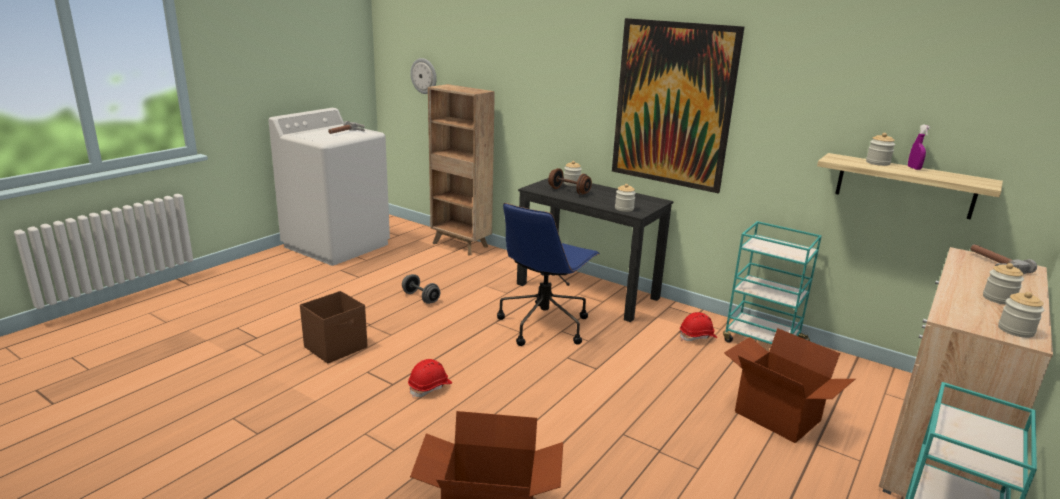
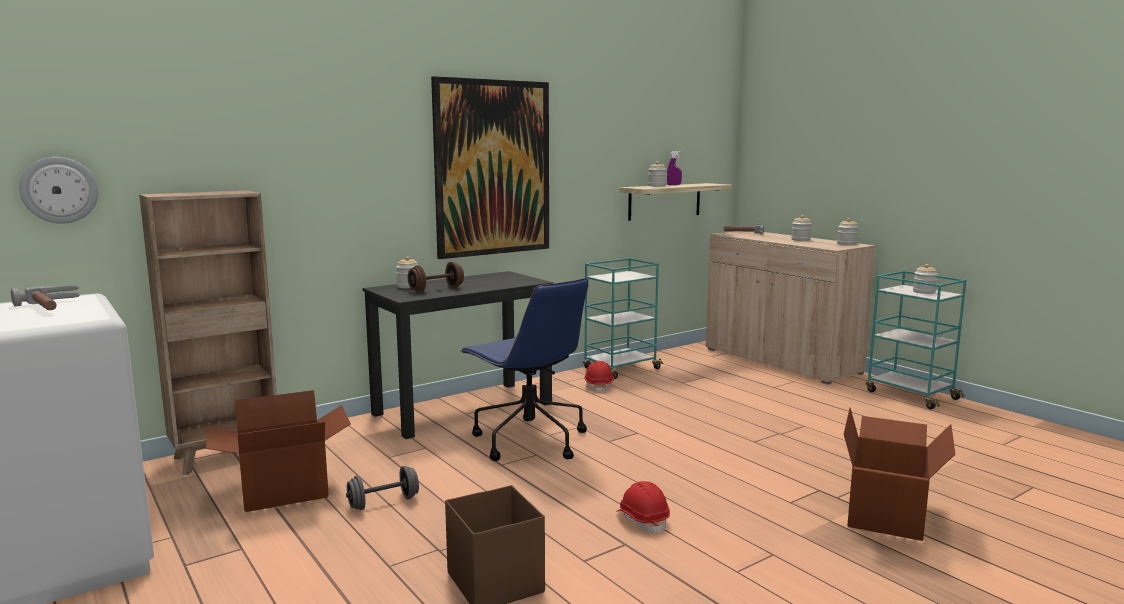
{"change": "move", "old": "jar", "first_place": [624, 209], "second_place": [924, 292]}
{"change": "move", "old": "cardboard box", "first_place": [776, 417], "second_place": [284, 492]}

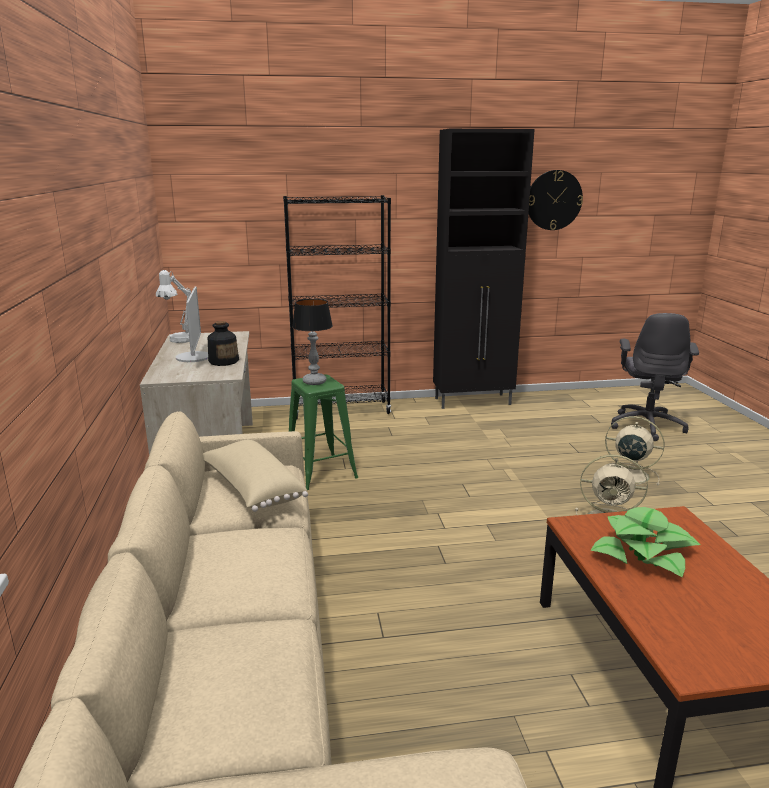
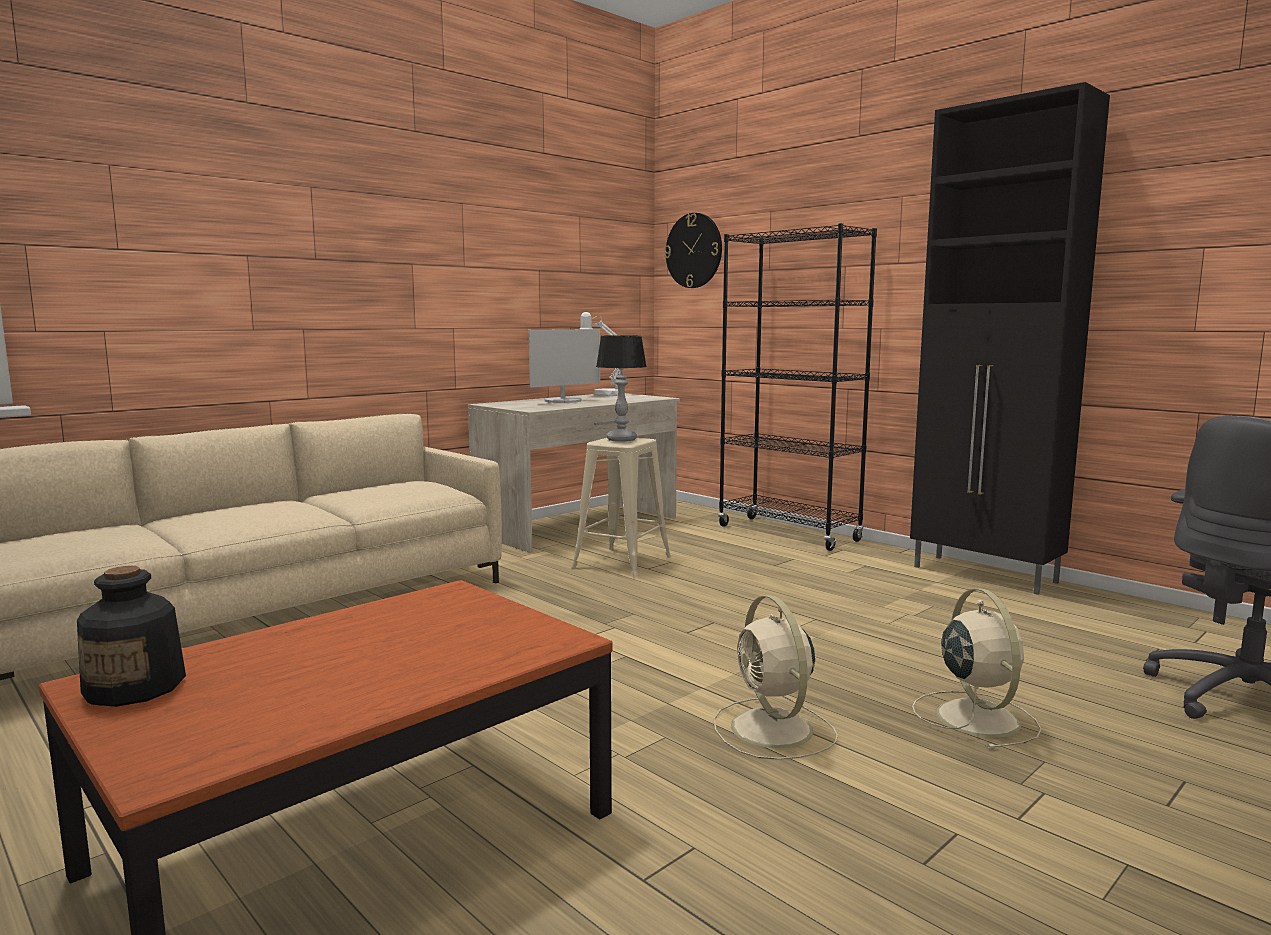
{"change": "move", "old": "wall clock", "first_place": [554, 200], "second_place": [694, 250]}
{"change": "move", "old": "bottle", "first_place": [224, 361], "second_place": [136, 687]}
{"change": "recolor", "old": "green stool", "new": "beige stool", "first_place": [320, 471], "second_place": [622, 562]}
{"change": "delete", "old": "beige pillow", "first_place": [251, 489]}
{"change": "delete", "old": "potted plant", "first_place": [644, 554]}

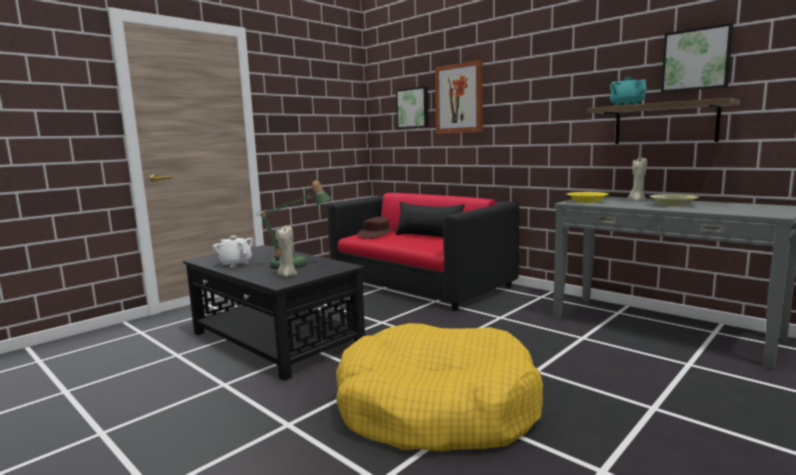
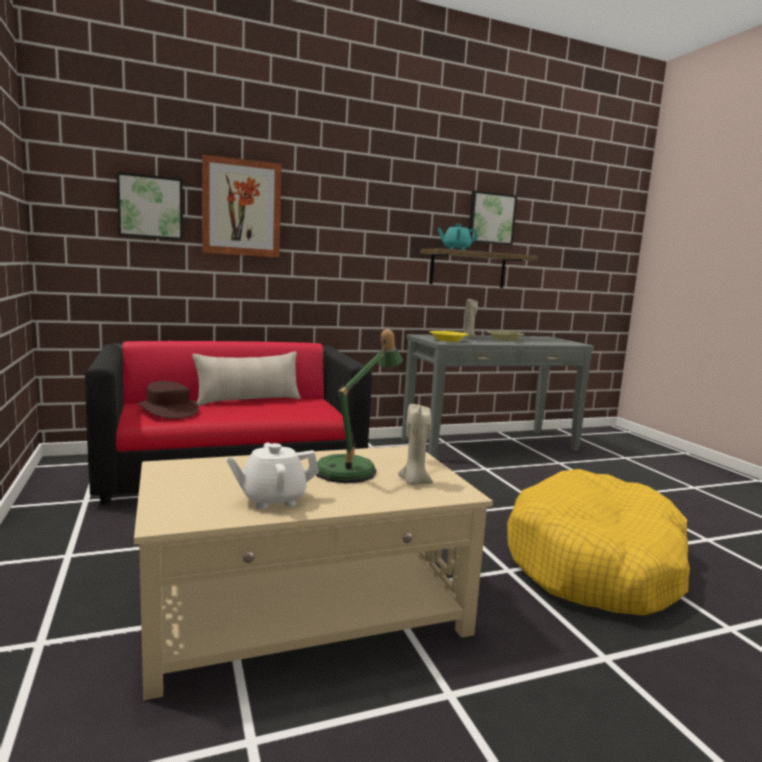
{"change": "recolor", "old": "black pillow", "new": "beige pillow", "first_place": [428, 236], "second_place": [248, 400]}
{"change": "recolor", "old": "black coffee table", "new": "beige coffee table", "first_place": [276, 339], "second_place": [307, 611]}

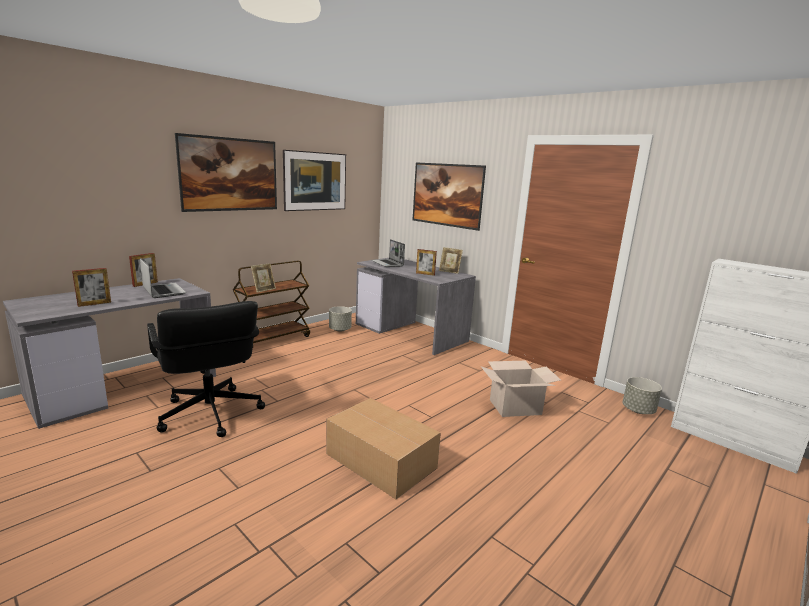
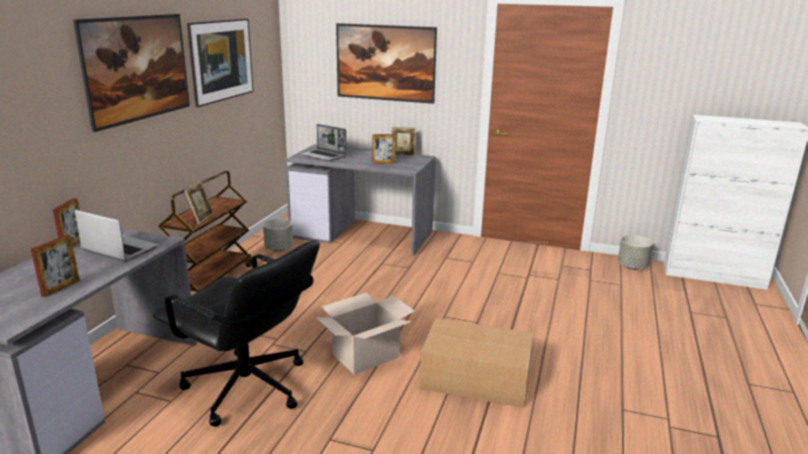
{"change": "move", "old": "cardboard box", "first_place": [515, 407], "second_place": [366, 356]}

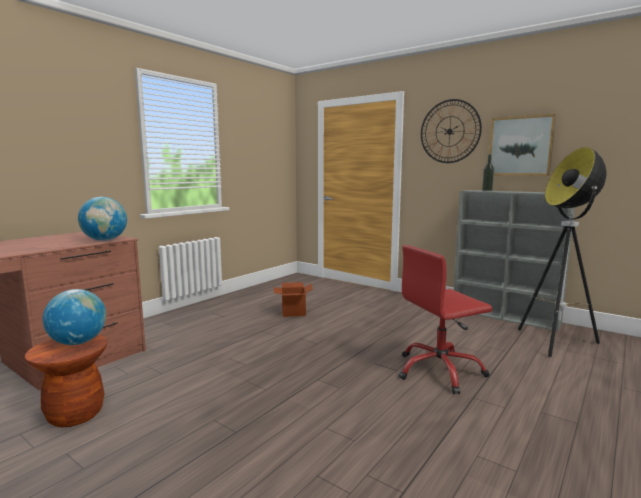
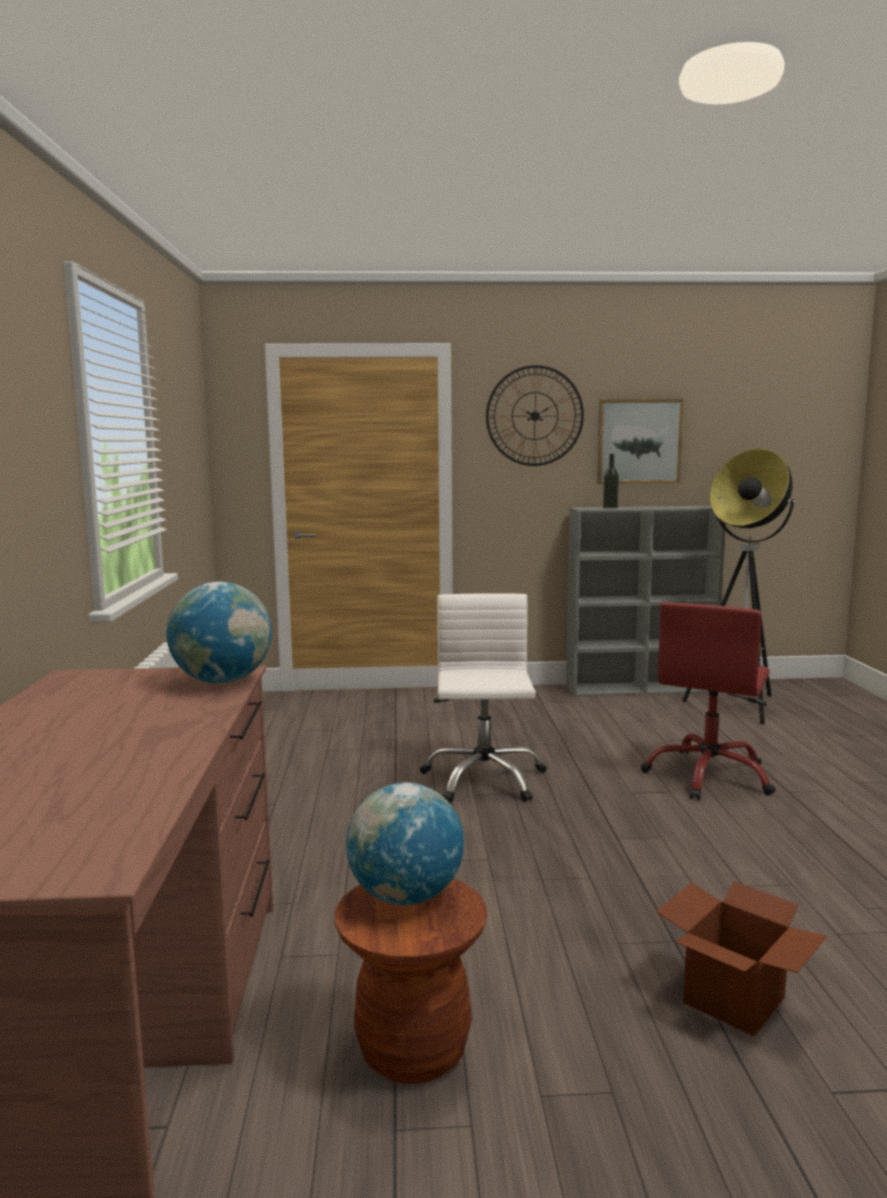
{"change": "move", "old": "cardboard box", "first_place": [293, 312], "second_place": [733, 1000]}
{"change": "insert", "new": "white office chair", "second_place": [483, 779]}

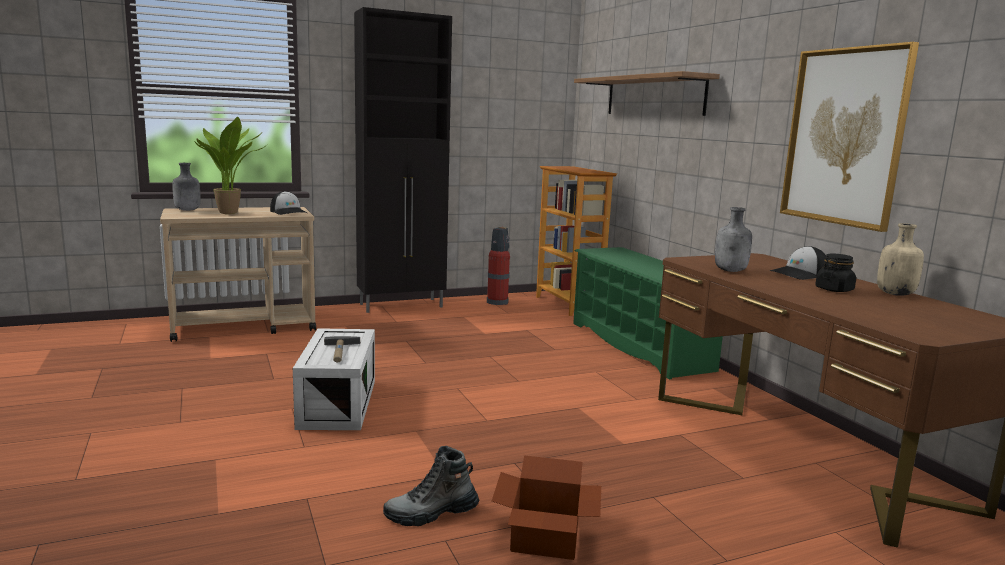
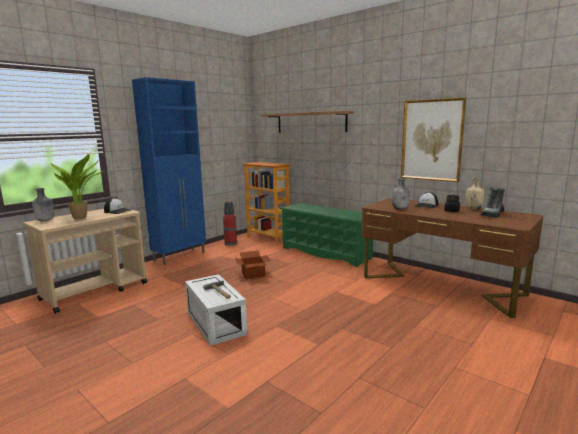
{"change": "recolor", "old": "black cabinet", "new": "blue cabinet", "first_place": [402, 305], "second_place": [180, 256]}
{"change": "move", "old": "boot", "first_place": [431, 513], "second_place": [492, 214]}
{"change": "move", "old": "cardboard box", "first_place": [543, 538], "second_place": [253, 274]}

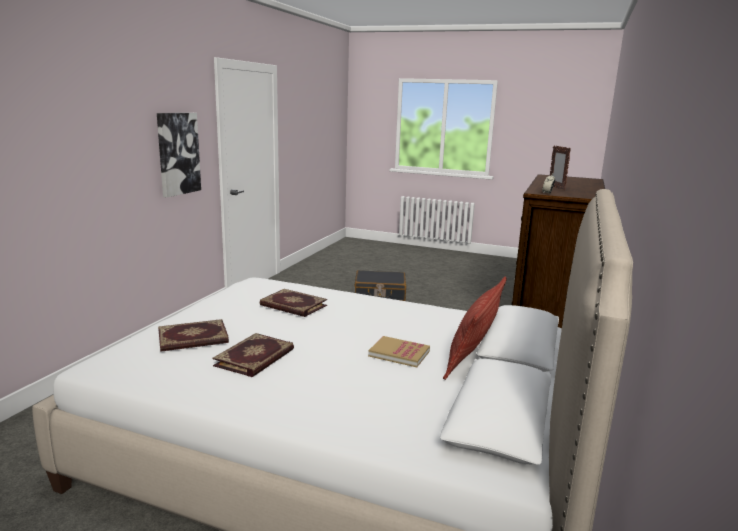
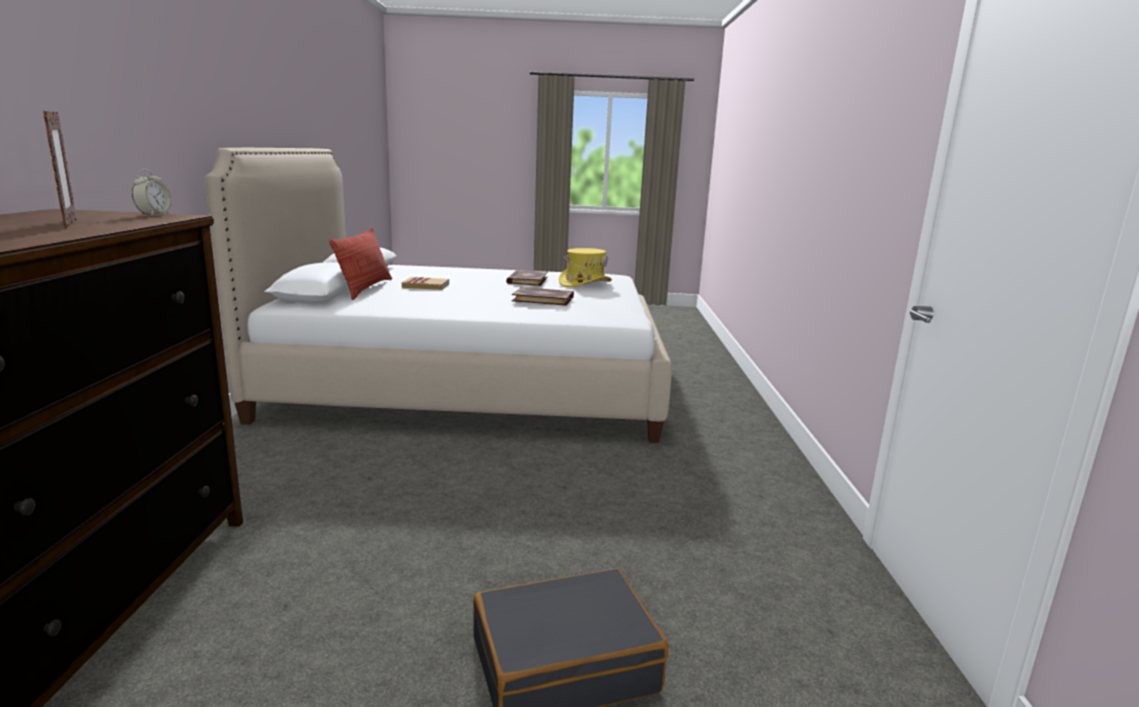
{"change": "delete", "old": "picture", "first_place": [178, 153]}
{"change": "replace", "old": "book", "new": "yellow hat", "first_place": [193, 339], "second_place": [585, 283]}

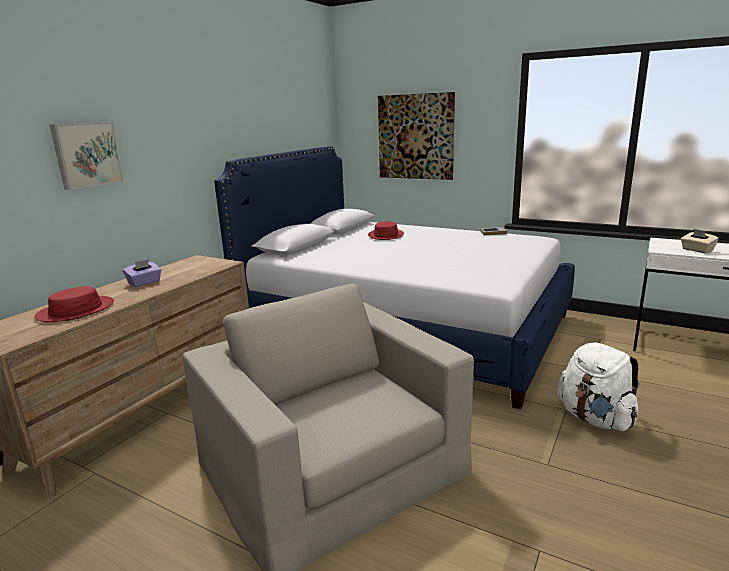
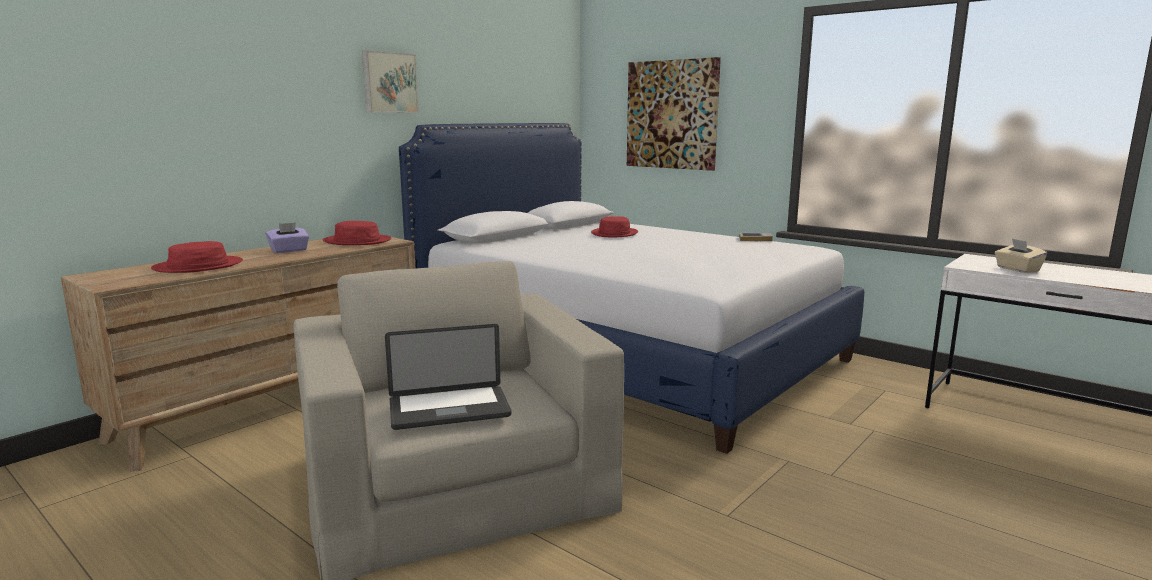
{"change": "move", "old": "picture", "first_place": [86, 154], "second_place": [389, 82]}
{"change": "delete", "old": "white backpack", "first_place": [595, 418]}
{"change": "insert", "new": "red hat", "second_place": [357, 241]}
{"change": "insert", "new": "laptop", "second_place": [449, 409]}

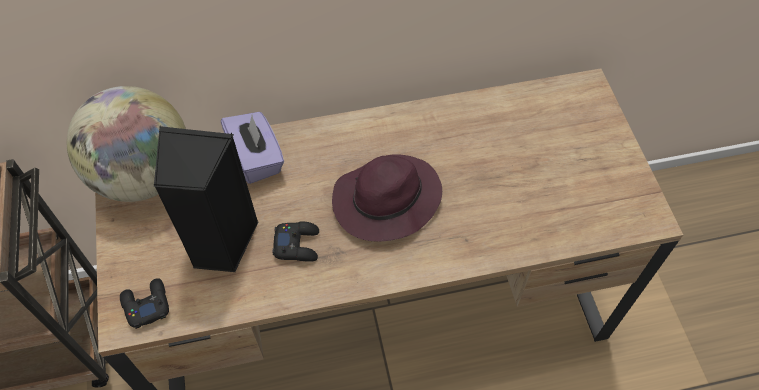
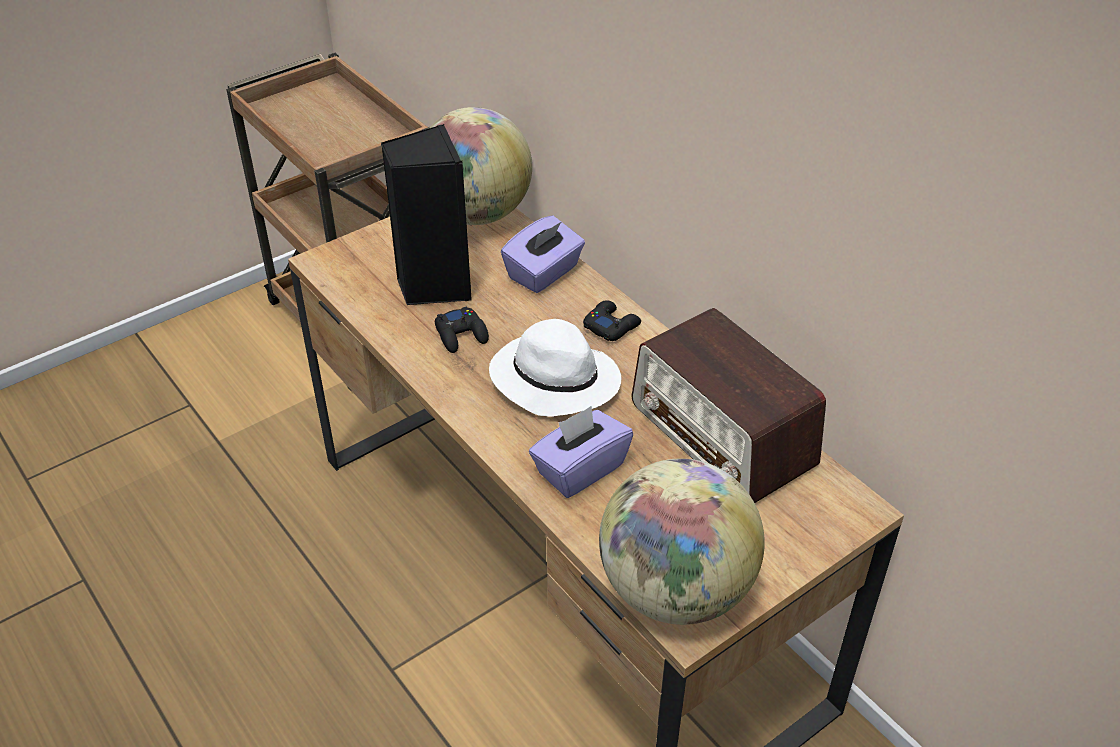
{"change": "recolor", "old": "purple hat", "new": "white hat", "first_place": [385, 202], "second_place": [553, 380]}
{"change": "move", "old": "black game controller", "first_place": [146, 305], "second_place": [611, 326]}
{"change": "insert", "new": "radio", "second_place": [722, 435]}
{"change": "insert", "new": "purple tissue box", "second_place": [579, 469]}
{"change": "insert", "new": "globe", "second_place": [674, 590]}

